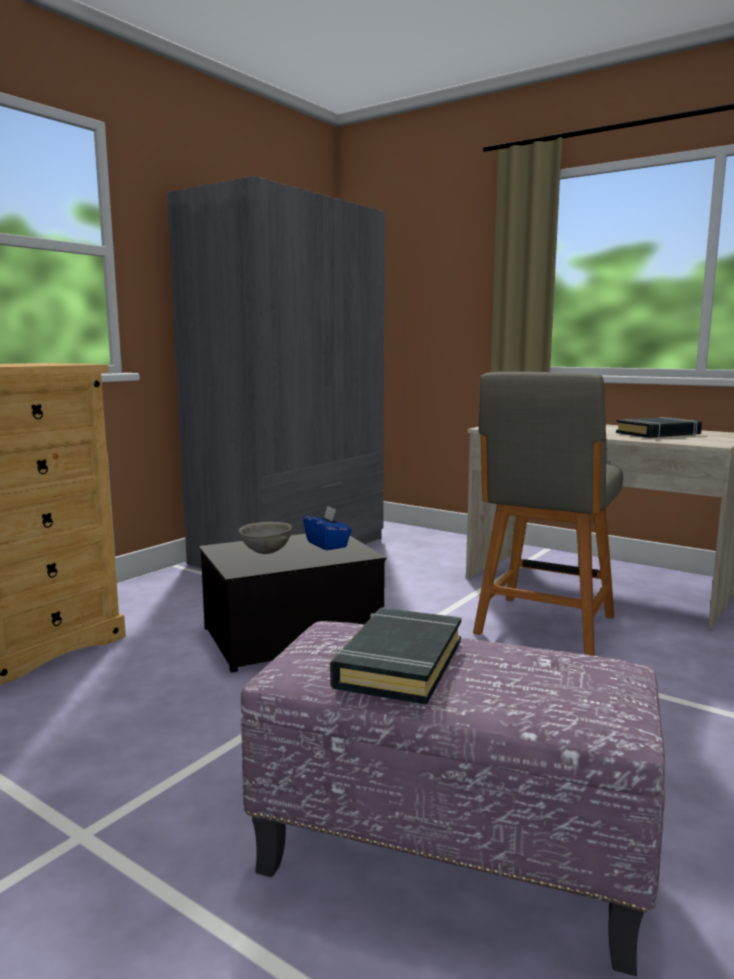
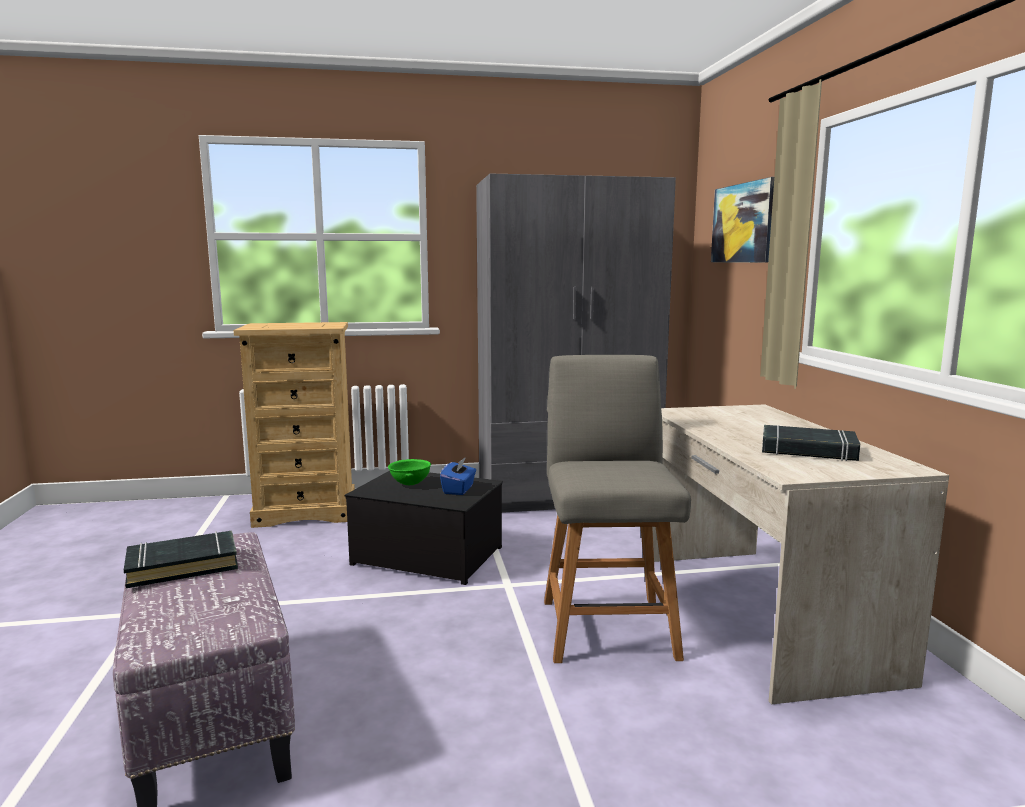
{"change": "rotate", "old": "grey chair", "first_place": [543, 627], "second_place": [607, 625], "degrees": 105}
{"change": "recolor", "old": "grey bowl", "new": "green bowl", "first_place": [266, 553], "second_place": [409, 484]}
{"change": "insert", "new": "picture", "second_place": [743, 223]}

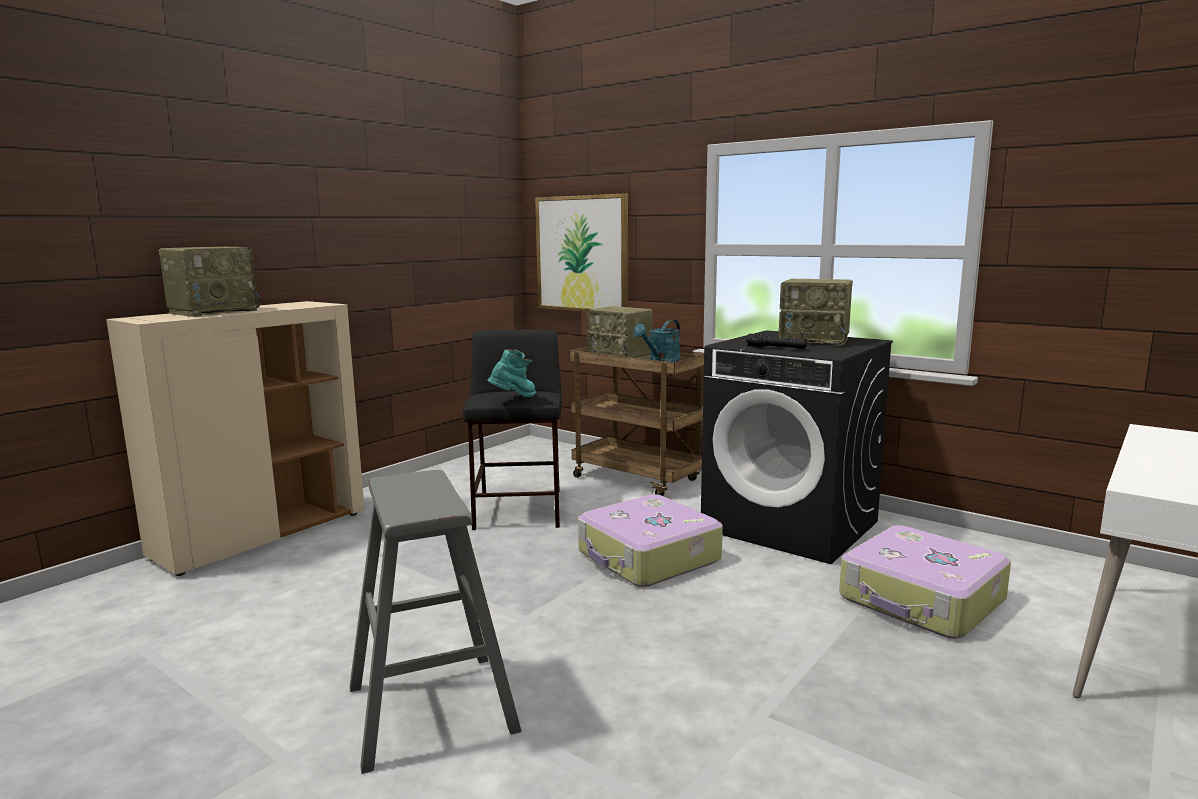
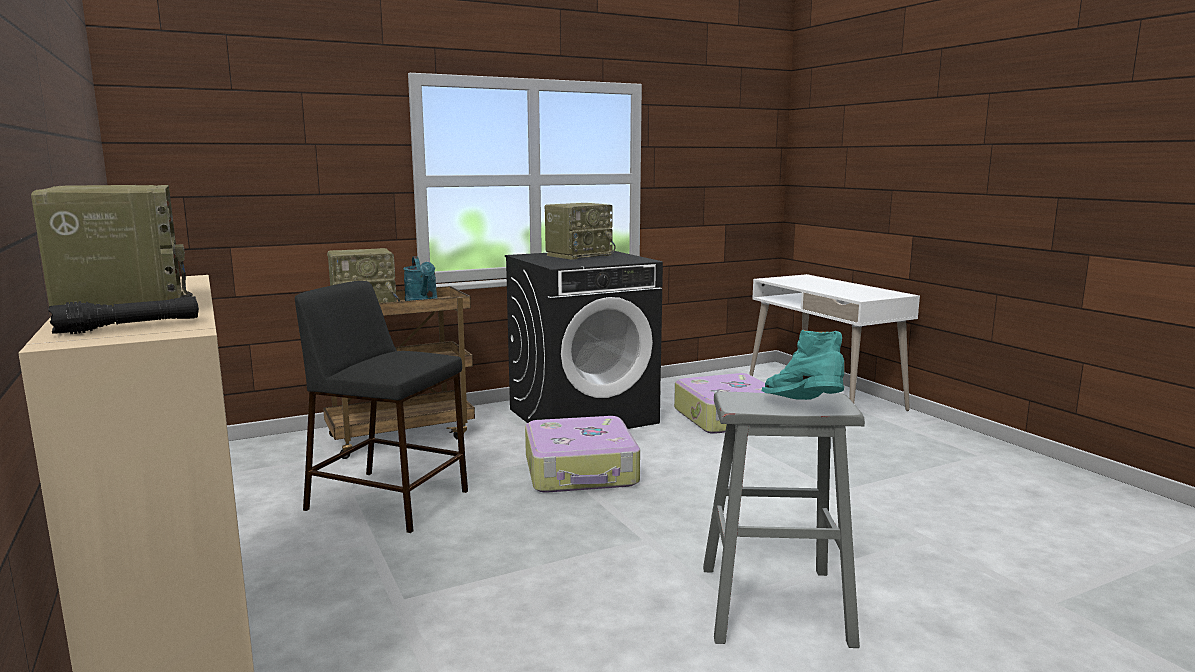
{"change": "delete", "old": "picture", "first_place": [582, 254]}
{"change": "move", "old": "black flashlight", "first_place": [776, 348], "second_place": [129, 327]}
{"change": "move", "old": "turquoise boot", "first_place": [514, 399], "second_place": [803, 408]}

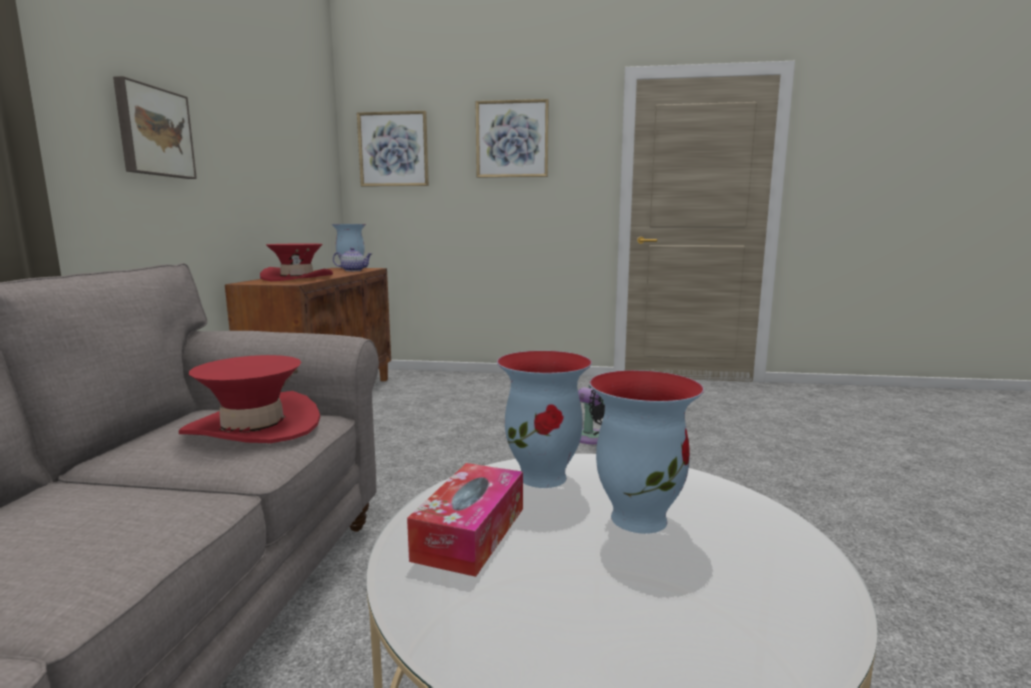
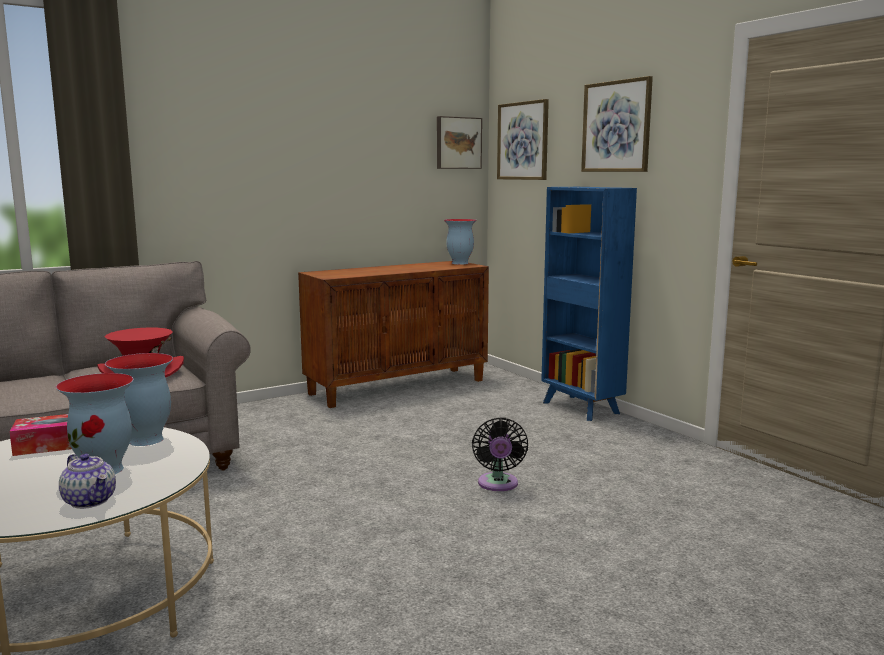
{"change": "move", "old": "picture", "first_place": [153, 132], "second_place": [458, 143]}
{"change": "delete", "old": "red hat", "first_place": [297, 278]}
{"change": "move", "old": "teapot", "first_place": [353, 270], "second_place": [90, 501]}
{"change": "insert", "new": "blue bookcase", "second_place": [581, 408]}

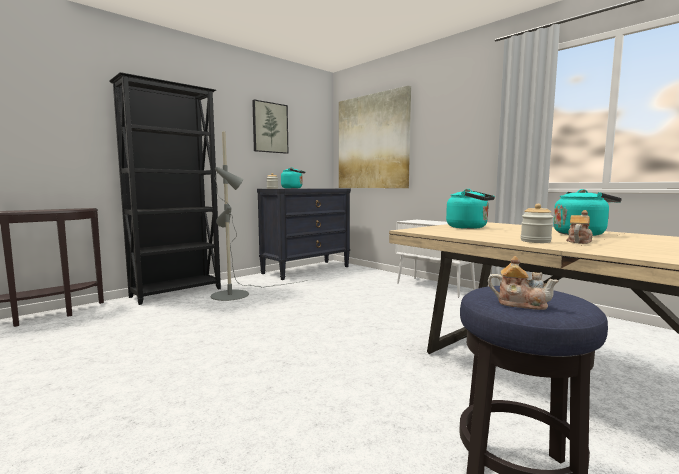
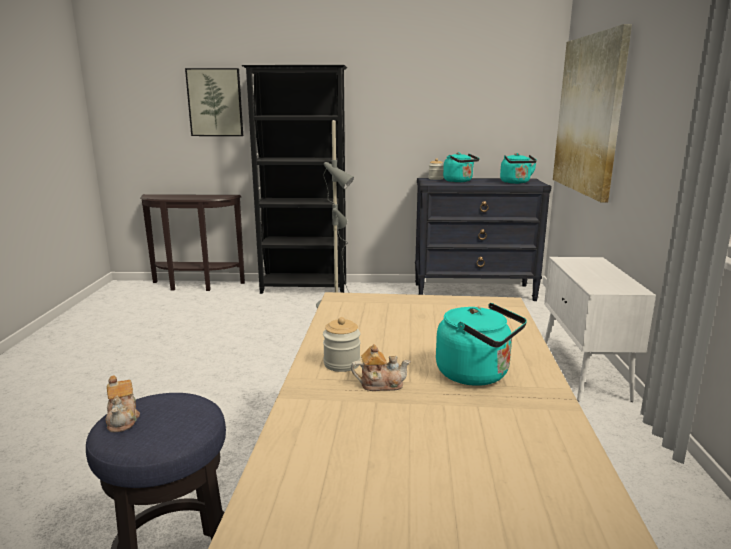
{"change": "move", "old": "picture", "first_place": [270, 127], "second_place": [215, 102]}
{"change": "move", "old": "turquoise kettle", "first_place": [469, 227], "second_place": [516, 182]}

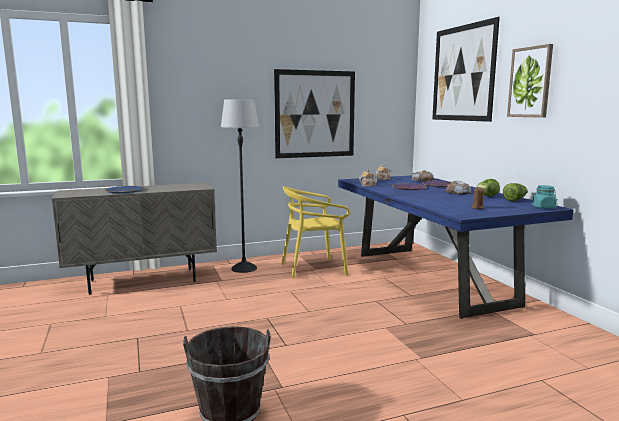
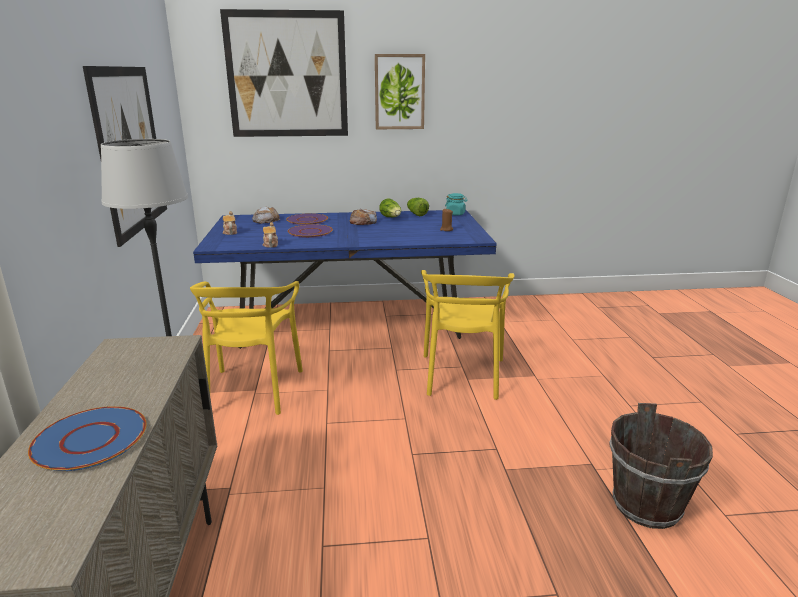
{"change": "insert", "new": "yellow chair", "second_place": [462, 375]}

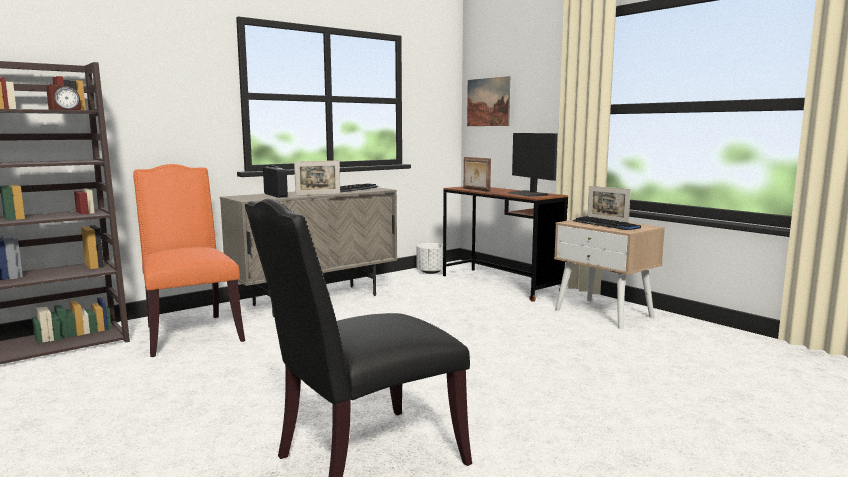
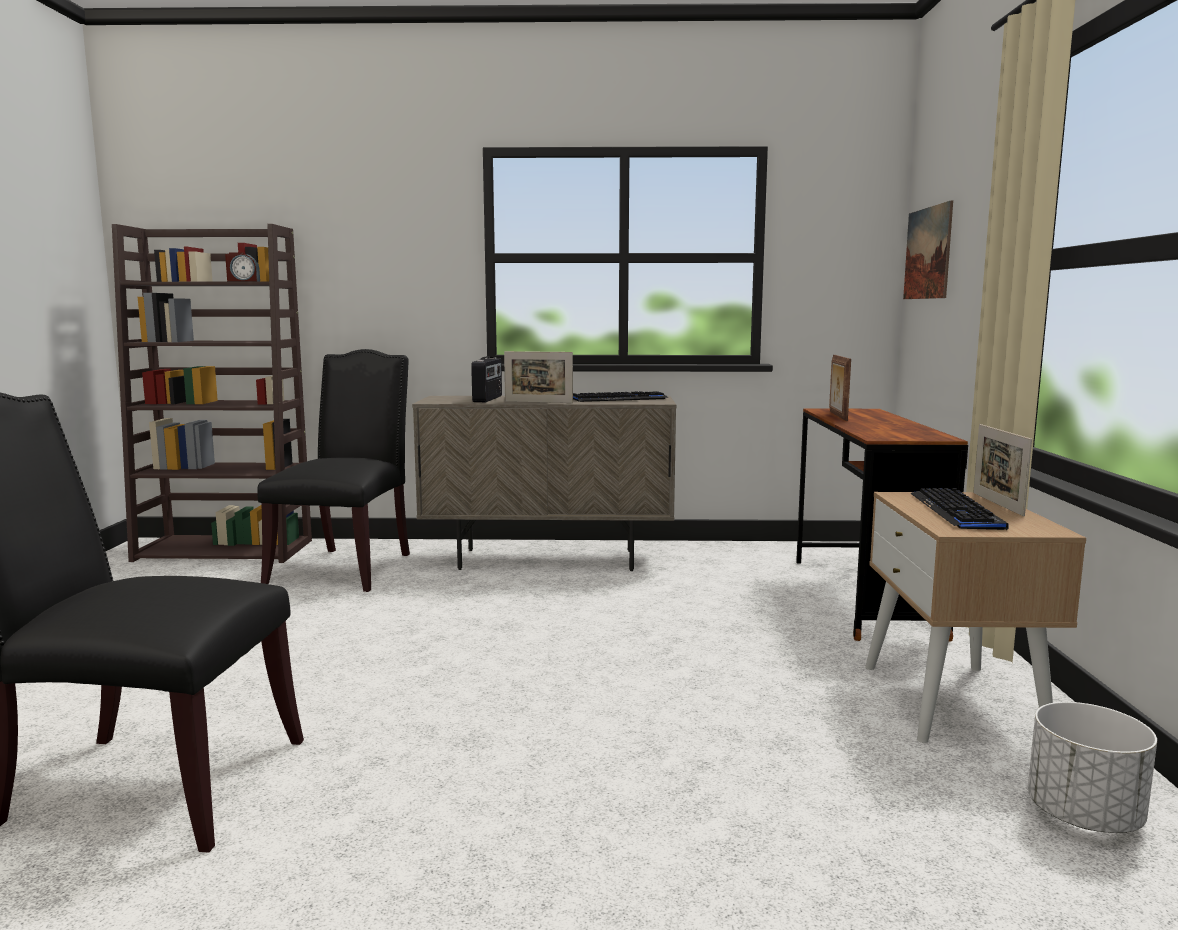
{"change": "delete", "old": "monitor", "first_place": [528, 194]}
{"change": "recolor", "old": "orange chair", "new": "black chair", "first_place": [190, 332], "second_place": [347, 567]}
{"change": "move", "old": "white planter", "first_place": [431, 272], "second_place": [1084, 817]}

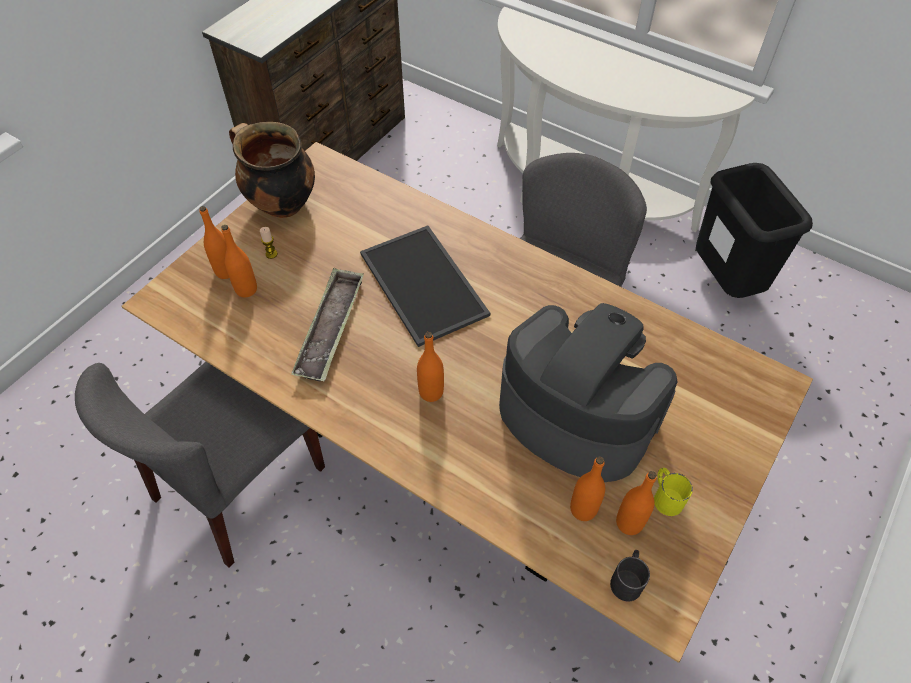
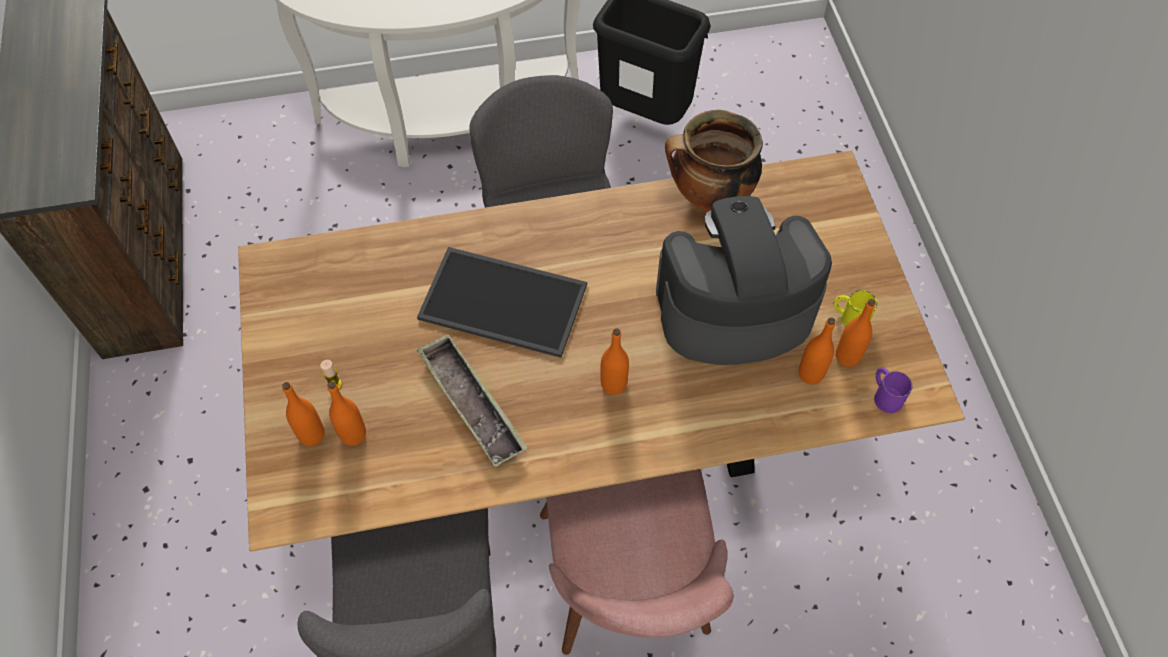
{"change": "move", "old": "cooking pot", "first_place": [281, 205], "second_place": [709, 198]}
{"change": "recolor", "old": "black mug", "new": "purple mug", "first_place": [627, 578], "second_place": [885, 395]}
{"change": "insert", "new": "pink chair", "second_place": [630, 596]}

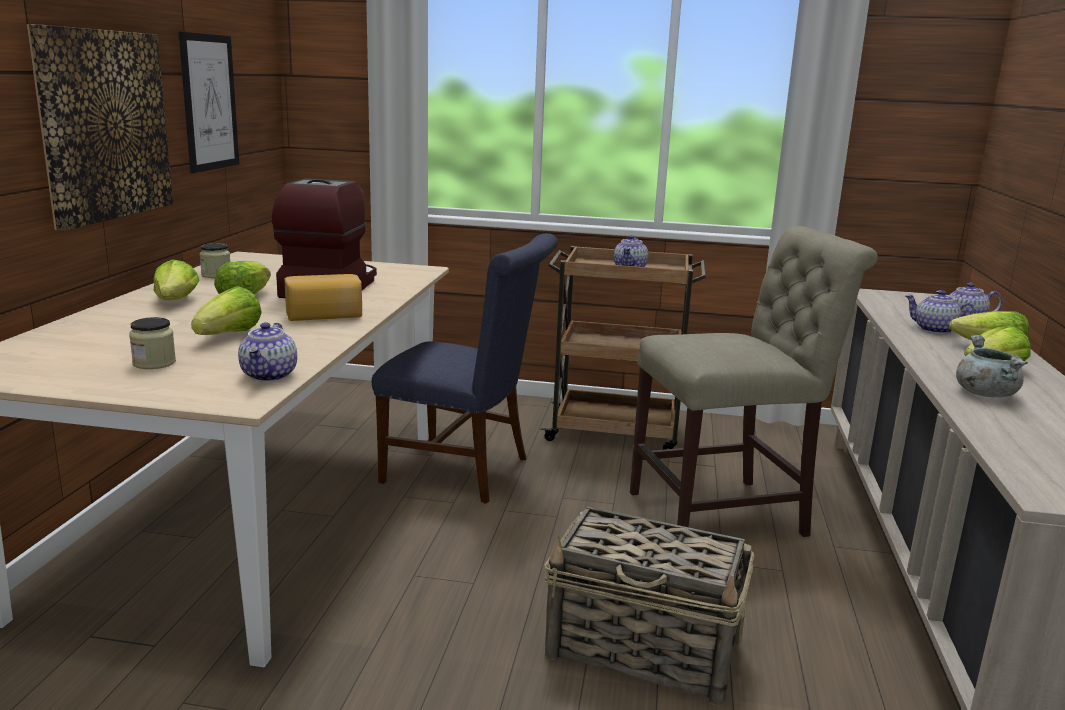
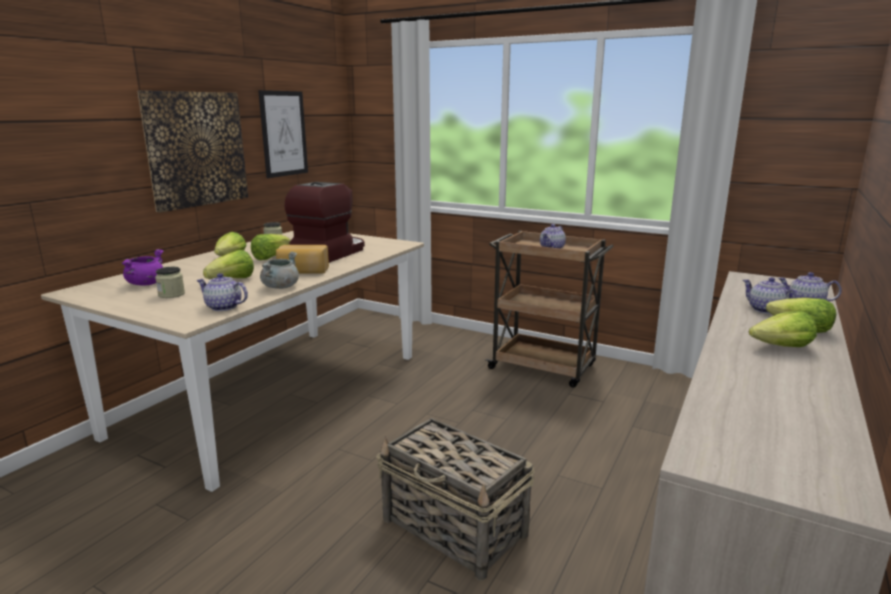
{"change": "delete", "old": "beige chair", "first_place": [727, 513]}
{"change": "delete", "old": "blue chair", "first_place": [465, 471]}
{"change": "rotate", "old": "teapot", "first_place": [270, 375], "second_place": [223, 307], "degrees": 90}
{"change": "move", "old": "grey cooking pot", "first_place": [984, 393], "second_place": [280, 286]}
{"change": "insert", "new": "purple cooking pot", "second_place": [146, 283]}

